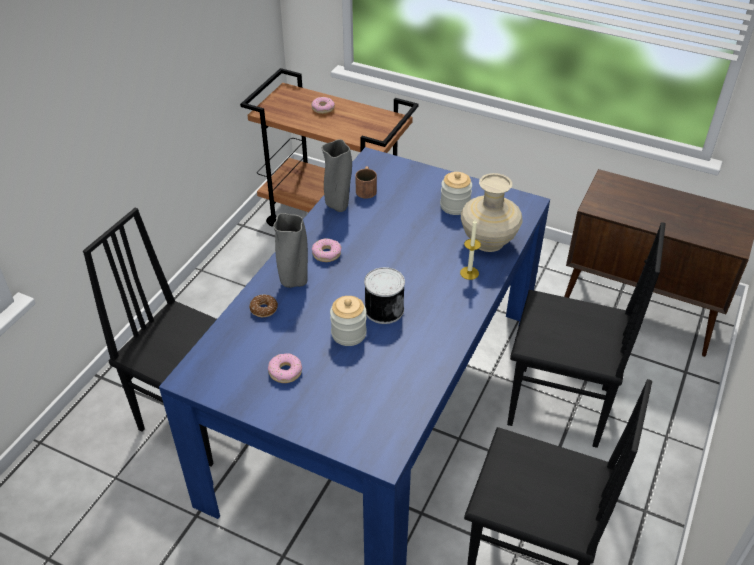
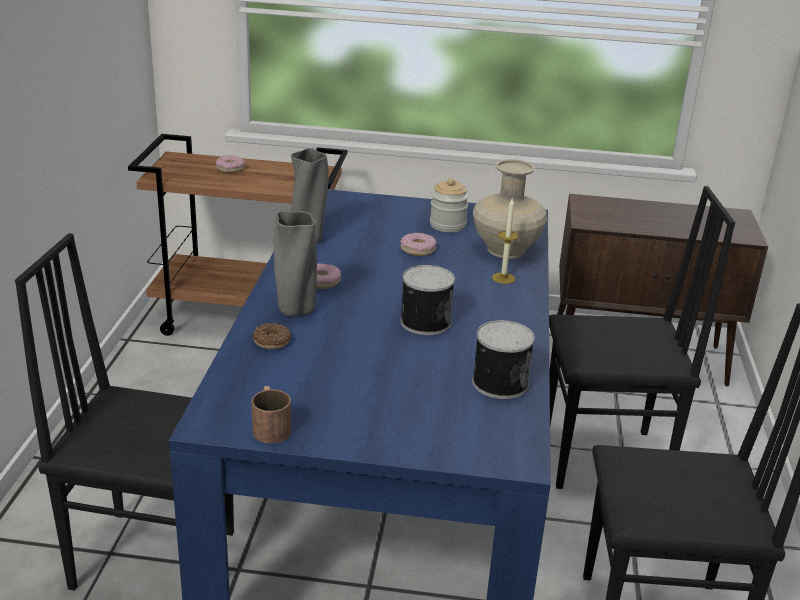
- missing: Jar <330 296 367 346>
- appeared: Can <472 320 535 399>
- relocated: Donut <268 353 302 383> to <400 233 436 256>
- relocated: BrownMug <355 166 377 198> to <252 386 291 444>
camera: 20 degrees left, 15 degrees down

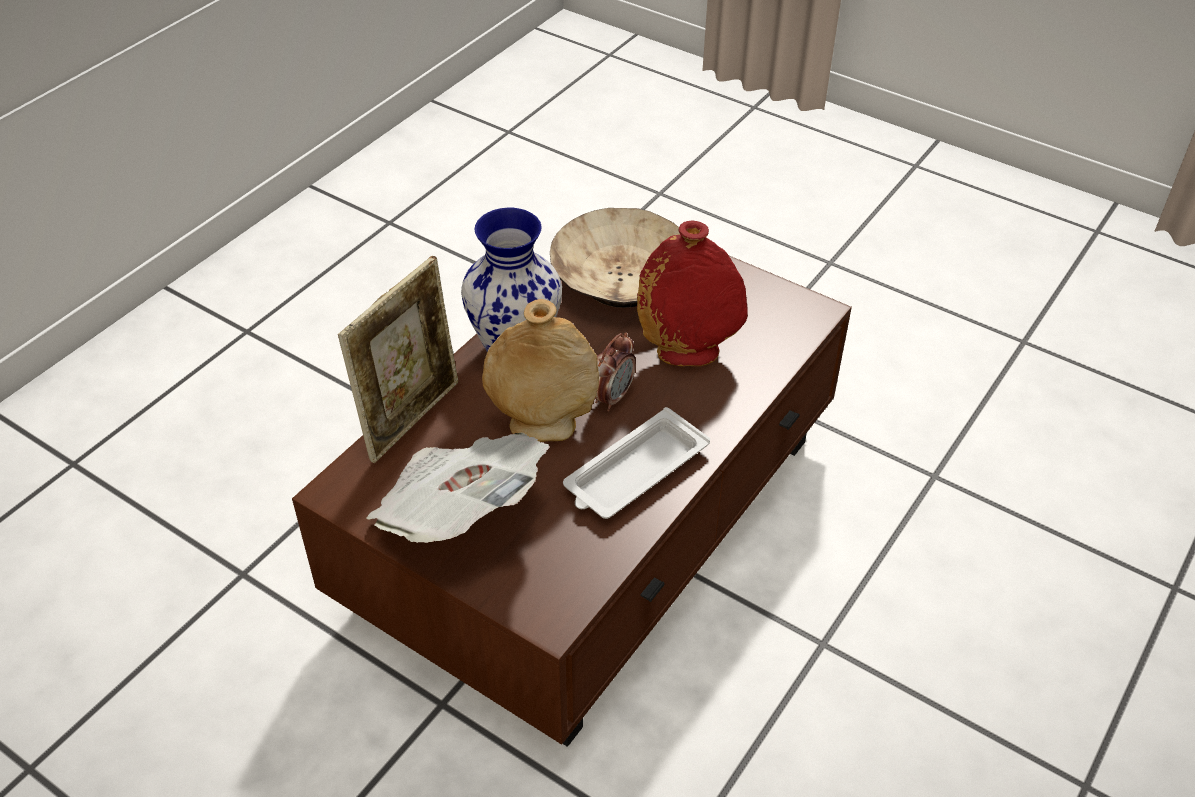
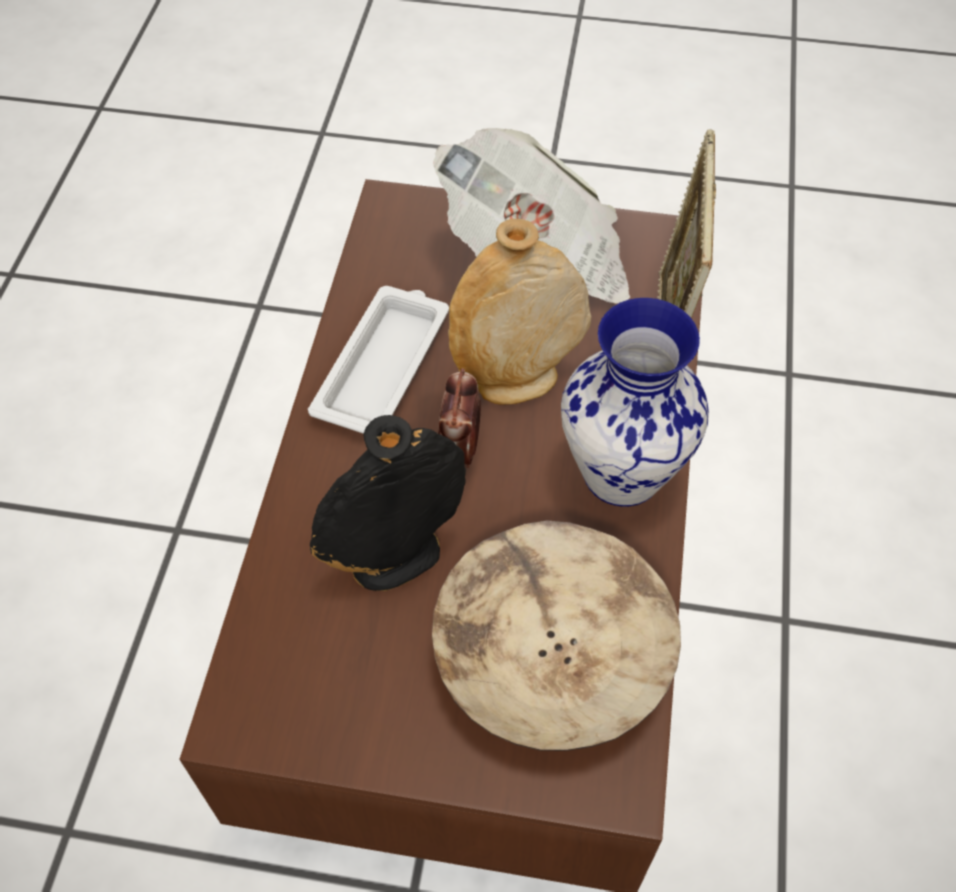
- colour: RedVase <637 220 748 366> to BlackVase <310 415 466 591>
camera: 155 degrees right, 10 degrees up

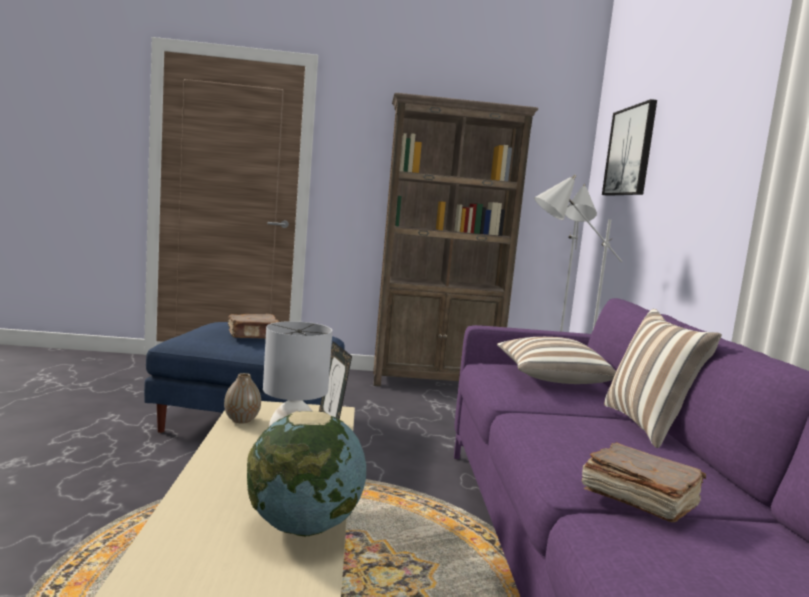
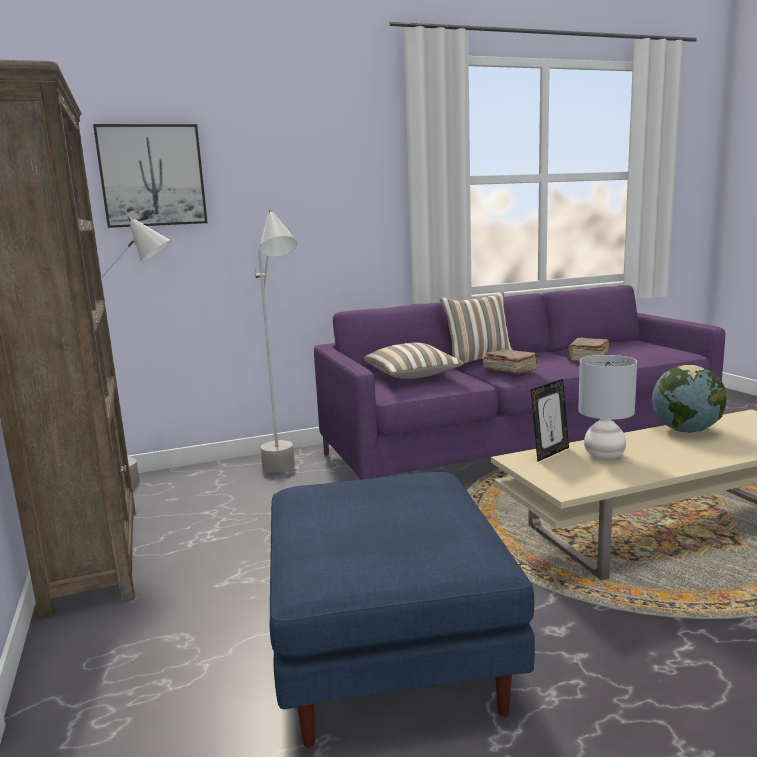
- missing: Vase <224 373 261 423>
- relocated: BrownBook <228 314 279 339> to <483 349 539 374>
camera: 105 degrees left, 5 degrees up

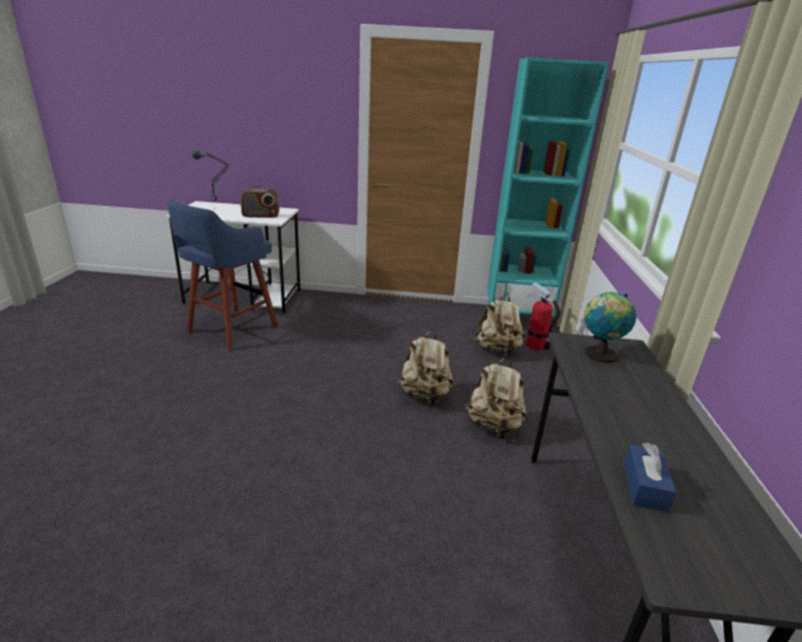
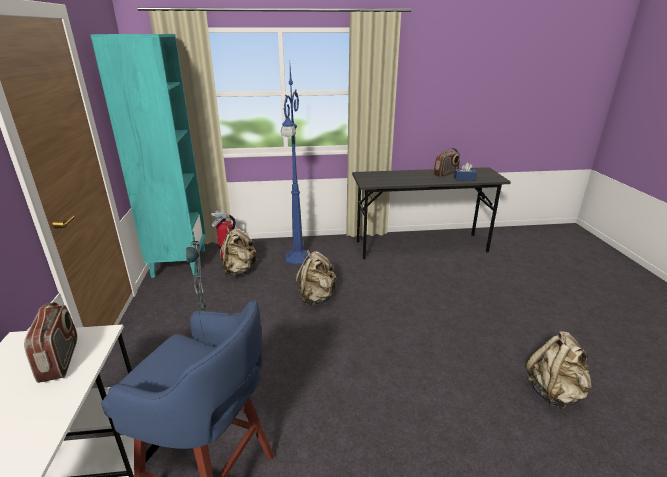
- missing: Globe <584 292 637 363>
- appeared: BlueFloorLamp <281 67 311 265>
- appeared: Radio <433 148 460 177>
- relocated: BeigeBackpack <465 357 527 438> to <526 331 592 409>
camera: 100 degrees left, 0 degrees up

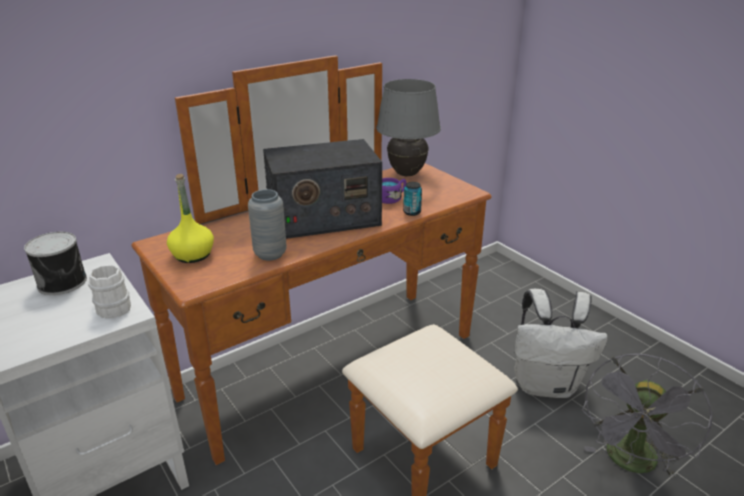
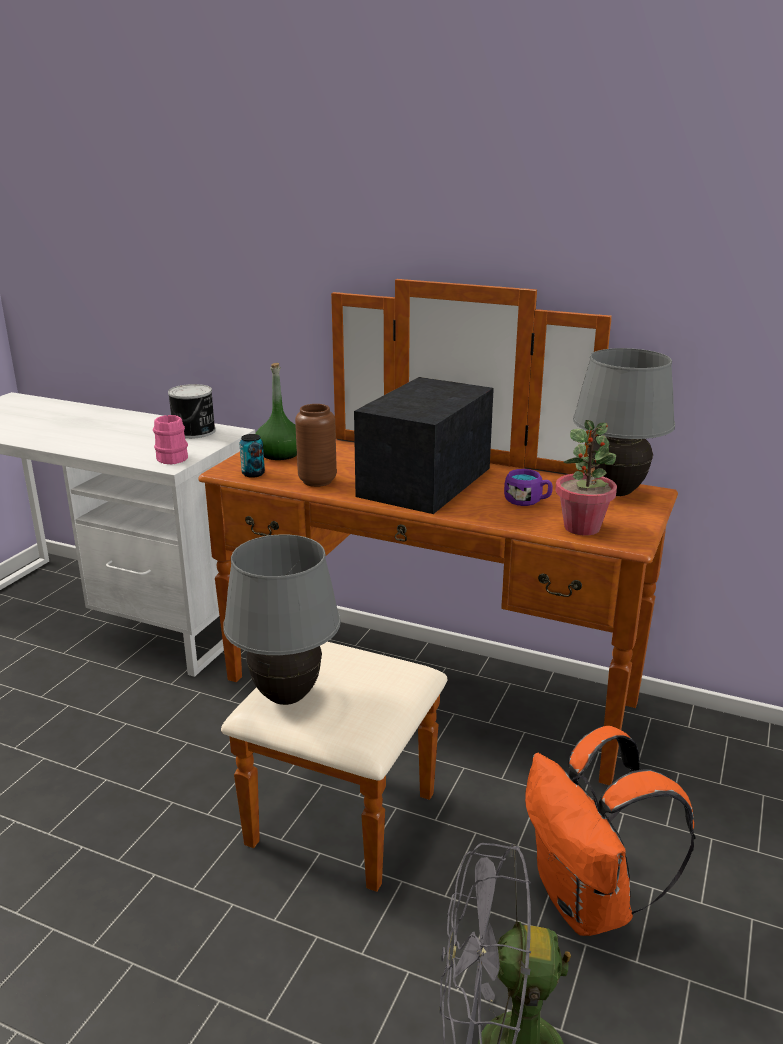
- appeared: GreyTableLamp <223 534 341 705>
- appeared: PottedPlant <555 420 617 536>
- relocated: Can <403 182 422 216> to <239 434 265 478>
- colour: WhiteMug <88 265 131 318> to PinkMug <153 415 188 464>
- colour: YellowBottle <167 174 214 263> to GreenBottle <256 363 297 460>
- colour: GreyVase <248 189 287 261> to BrownVase <295 404 337 487>
- colour: WhiteBackpack <514 289 608 398> to OrangeBackpack <525 726 695 936>
- spun: Radio <263 139 382 239> = <354 377 494 514> 75 degrees clockwise
camera: 60 degrees right, 5 degrees down

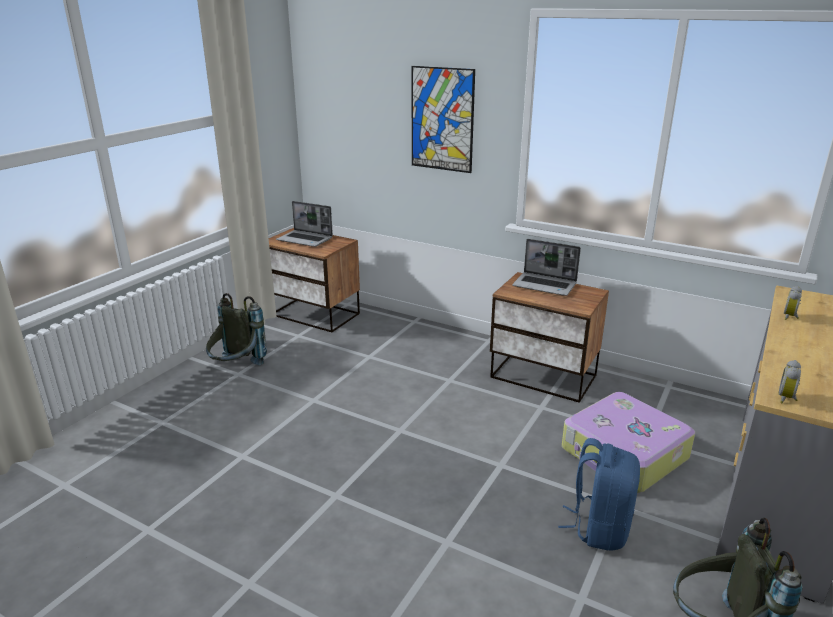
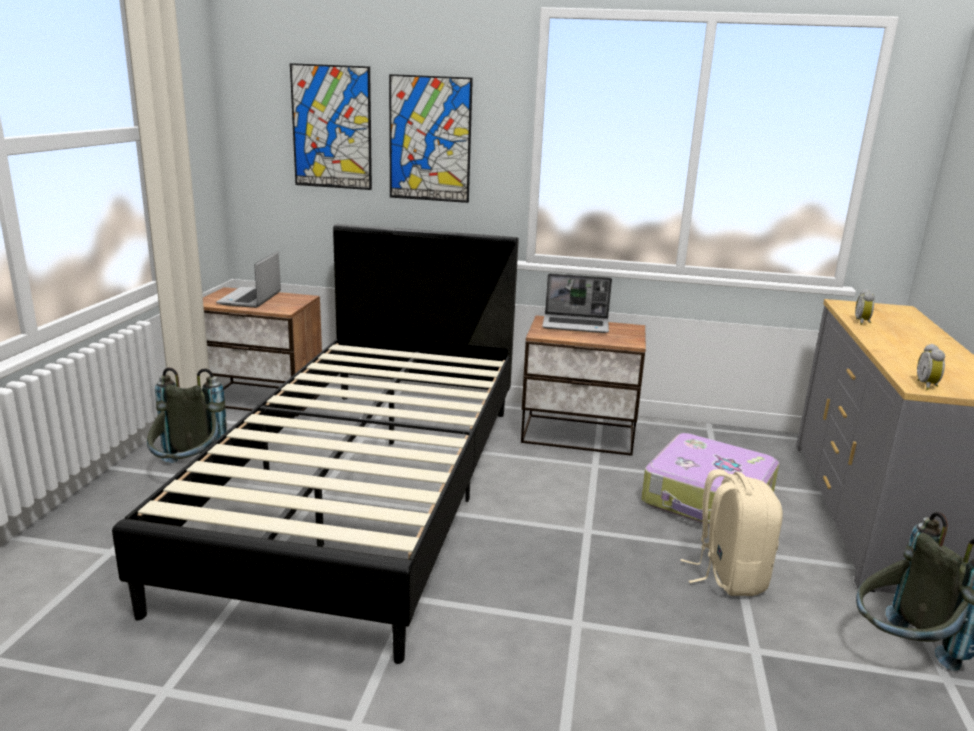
- appeared: BlackBed <112 224 519 664>
- appeared: Picture <290 63 372 190>
- colour: BlueBackpack <558 438 640 551> to BeigeBackpack <681 469 783 596>
- spun: Laptop <276 201 333 247> = <216 251 281 308> 90 degrees clockwise
camera: 20 degrees left, 5 degrees down

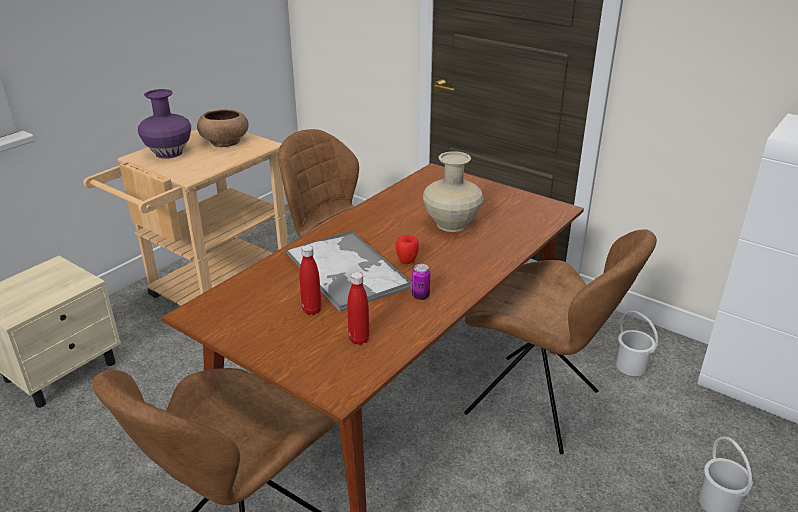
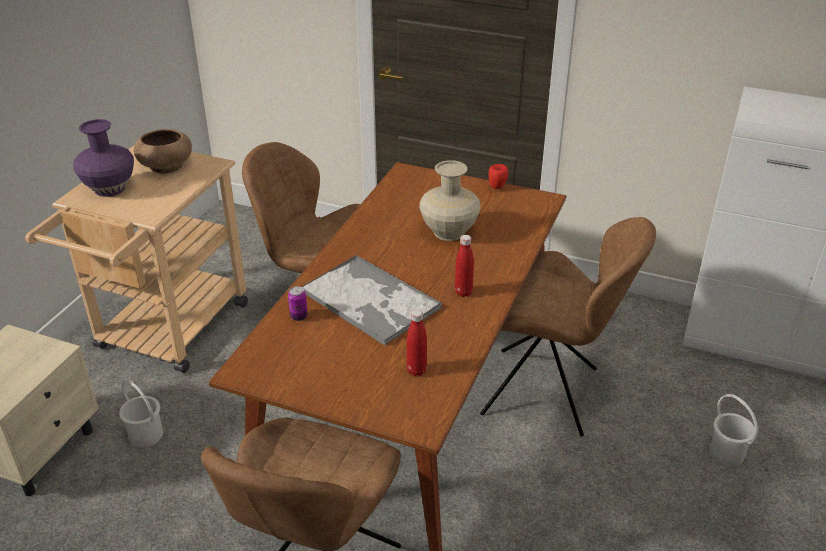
- relocated: RedBottle <299 245 322 315> to <455 235 474 297>
- relocated: Apple <396 235 419 264> to <488 164 508 189>
- relocated: Can <412 264 430 300> to <288 286 308 321>
- relocated: WhiteBucket <616 311 658 376> to <119 379 163 447>
camera: 15 degrees left, 5 degrees up

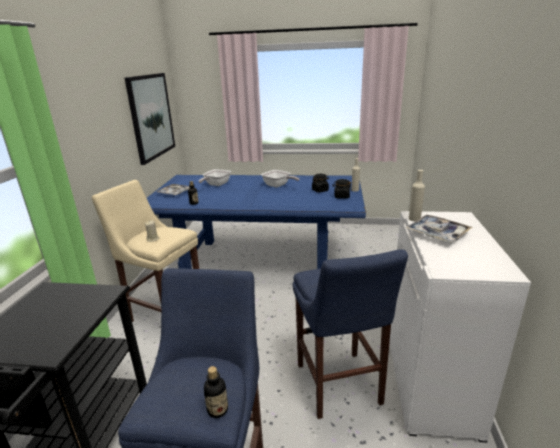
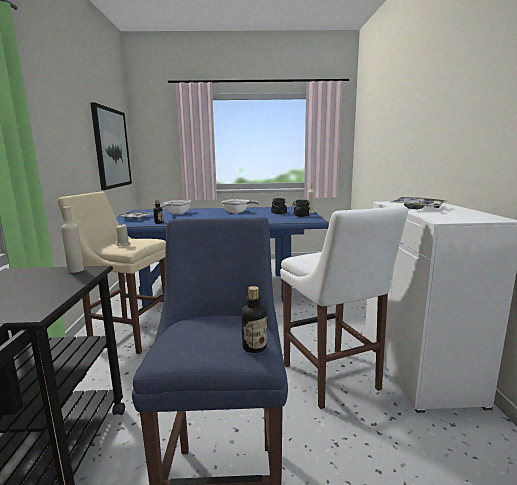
- relocated: BeigeBottle <409 170 425 221> to <61 207 84 273>
- colour: BlueStool <293 249 408 419> to WhiteStool <280 205 408 409>
camera: 10 degrees left, 10 degrees down

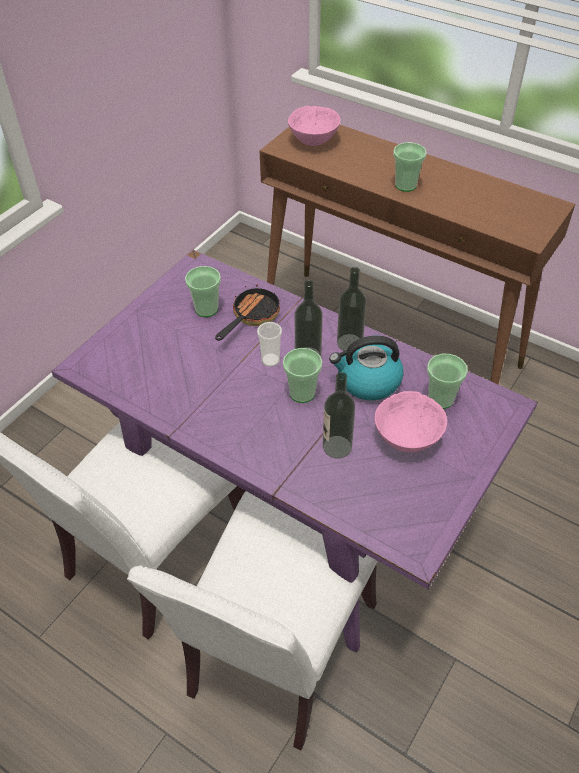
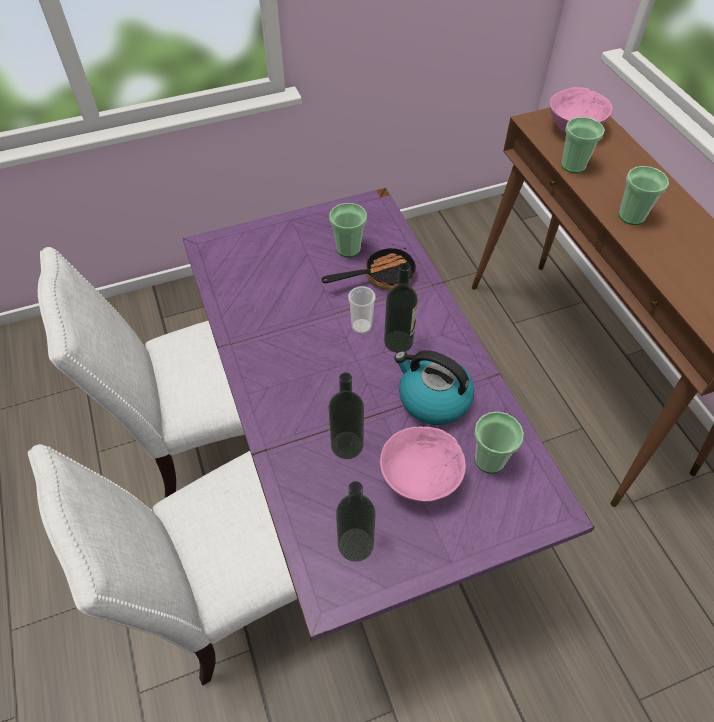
- relocated: Cup <283 348 322 403> to <561 117 605 173>
- relocated: Bottle <337 267 367 351> to <336 481 376 562>
camera: 35 degrees right, 5 degrees up

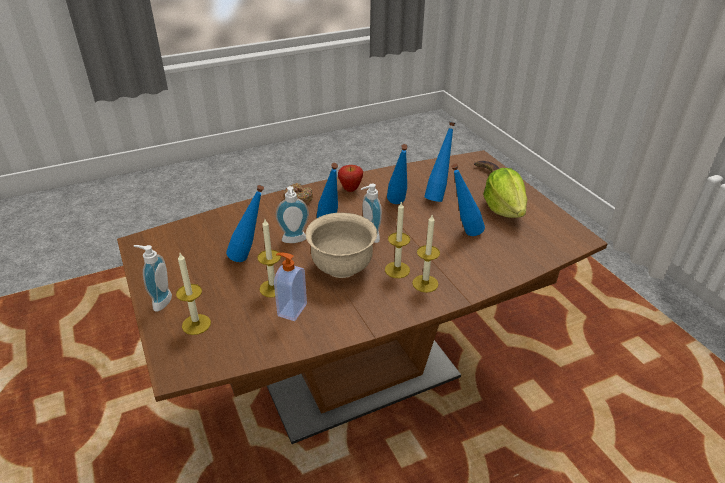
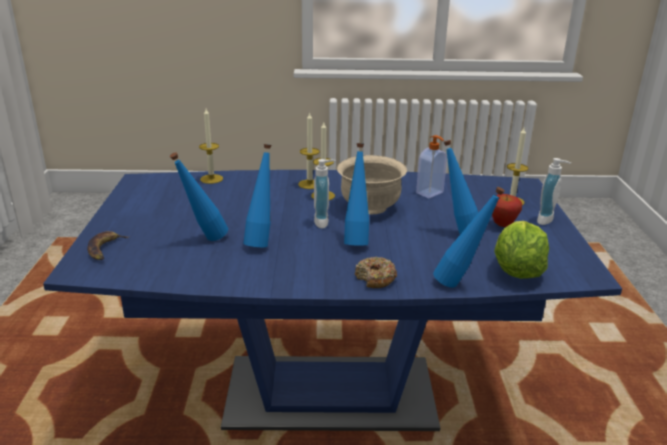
- missing: SoapDispenser <276 186 309 243>
- relocated: Candle <257 219 281 298> to <199 108 223 184>
- relocated: Apple <338 165 363 192> to <492 194 522 227>
- relocated: BlueBottle <451 164 485 236> to <433 187 505 288>
- relocated: Lettuce <483 168 527 218> to <494 221 549 279>
- colour: BrownDiningTable <117 150 608 444> to BlueDiningTable <43 170 622 431>
camera: 155 degrees left, 10 degrees down

